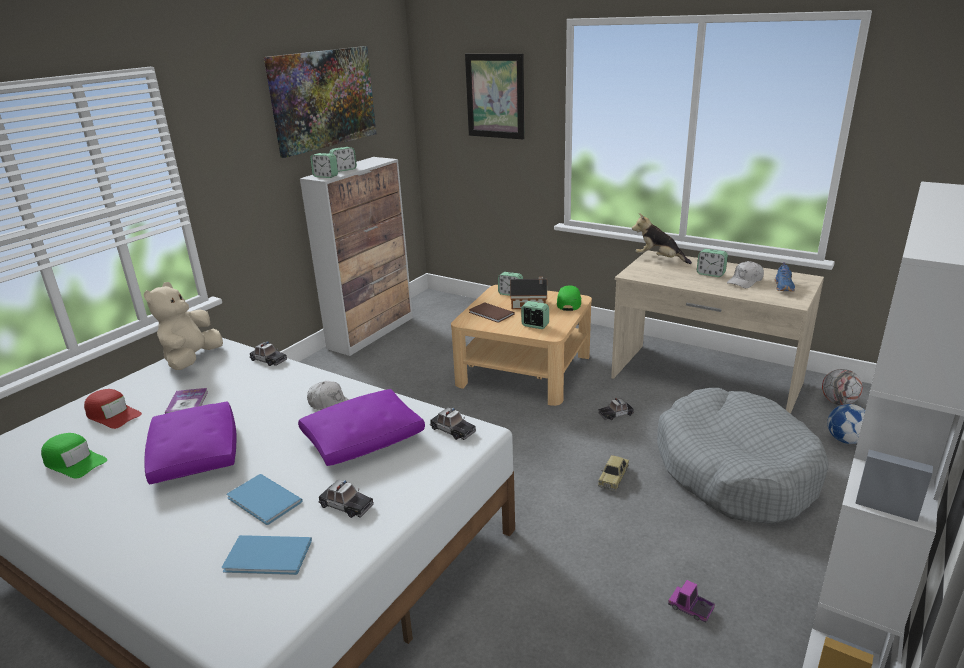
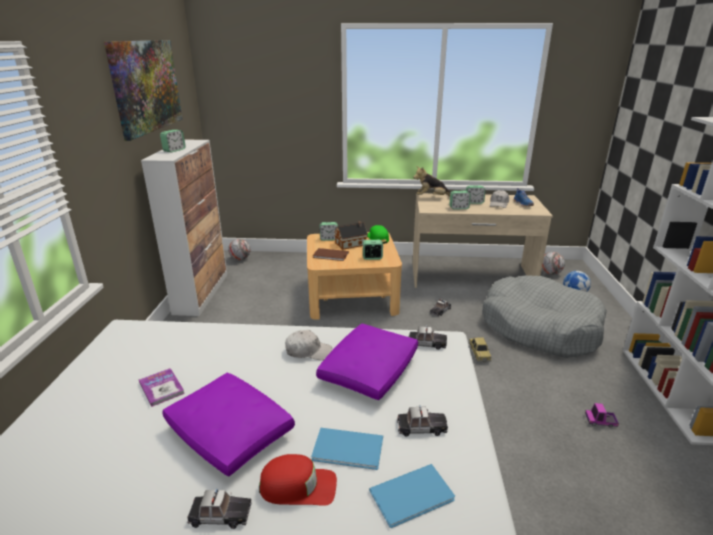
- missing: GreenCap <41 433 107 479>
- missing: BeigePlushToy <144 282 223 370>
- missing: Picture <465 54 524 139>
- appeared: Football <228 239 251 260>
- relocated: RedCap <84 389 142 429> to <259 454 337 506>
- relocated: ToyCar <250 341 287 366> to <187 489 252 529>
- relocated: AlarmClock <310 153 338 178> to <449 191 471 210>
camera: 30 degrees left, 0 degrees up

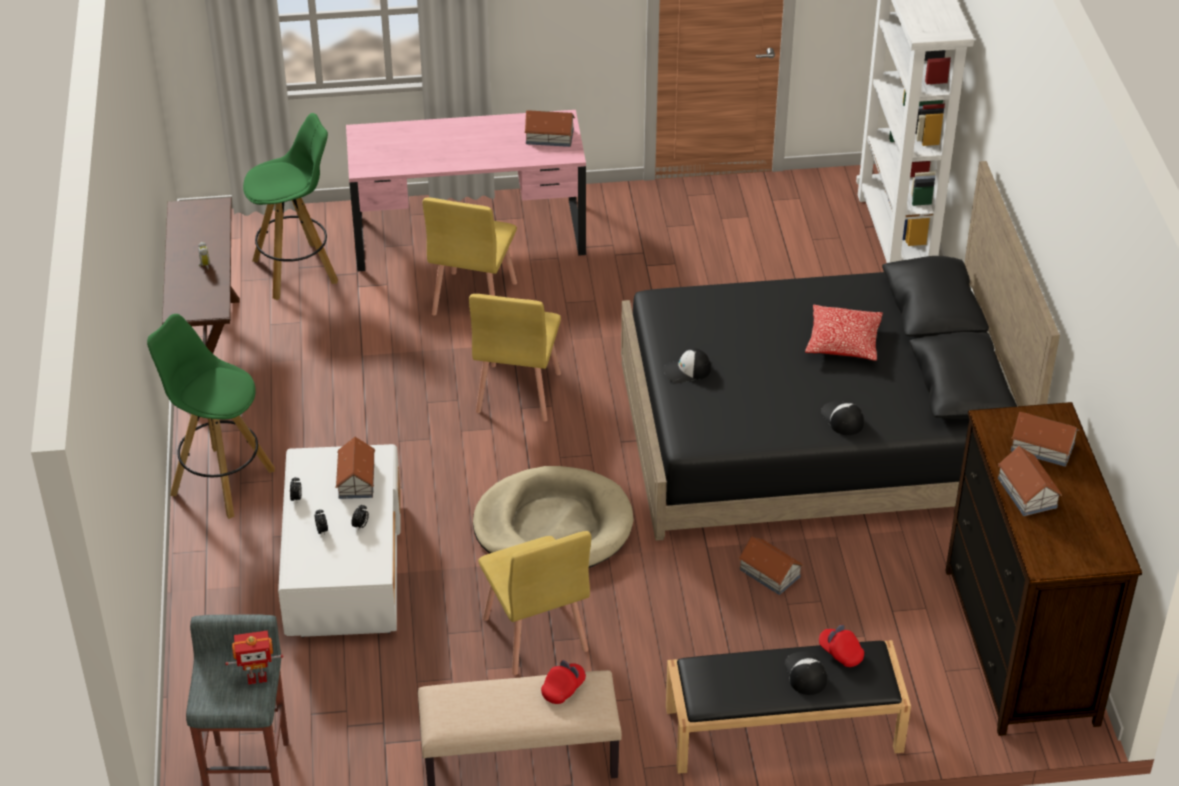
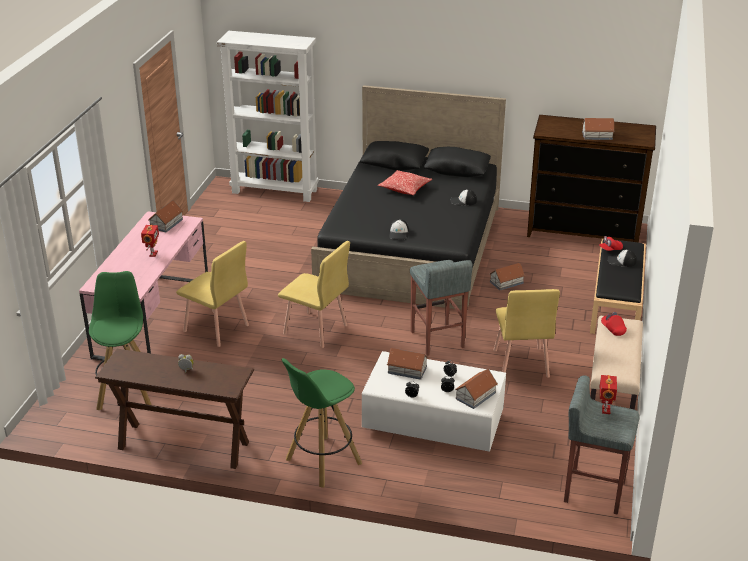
- appeared: ToyRobot <141 225 159 257>
- relocated: ToyHouse <1011 412 1080 467> to <455 369 498 409>
- exchanged: BeigeDogBed <473 466 634 568> to GreyStool <410 260 473 356>
- spun: YellowChair <478 531 591 675> = <493 289 560 378> 90 degrees clockwise
camera: 70 degrees left, 10 degrees down

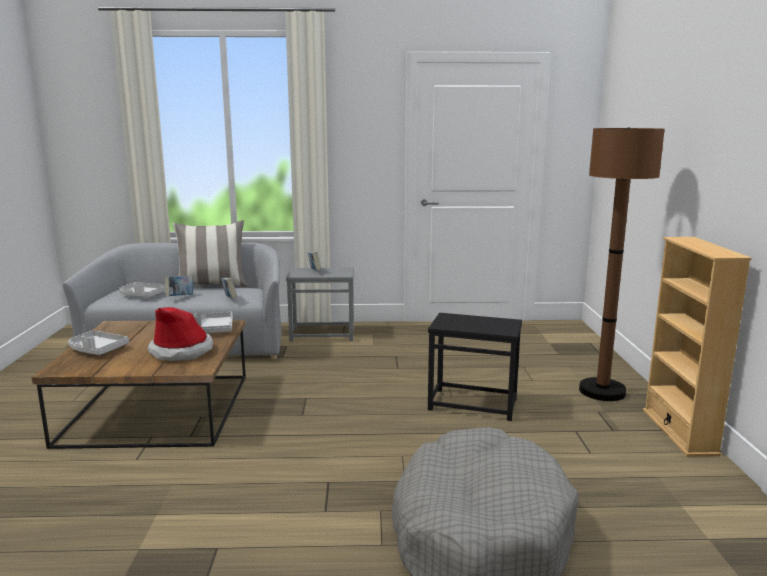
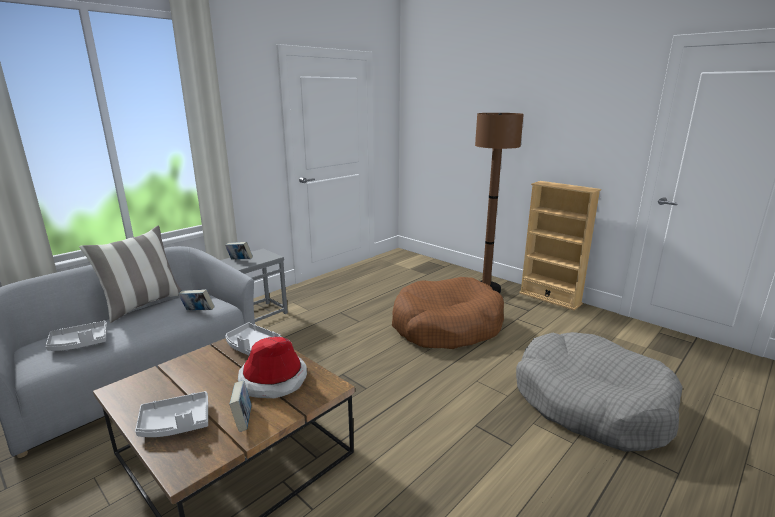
- relocated: Book <165 276 193 296> to <229 380 251 432>
- exchanged: BlackSideTable <428 313 522 421> to BrownDogBed <392 277 504 349>
camera: 45 degrees left, 5 degrees up

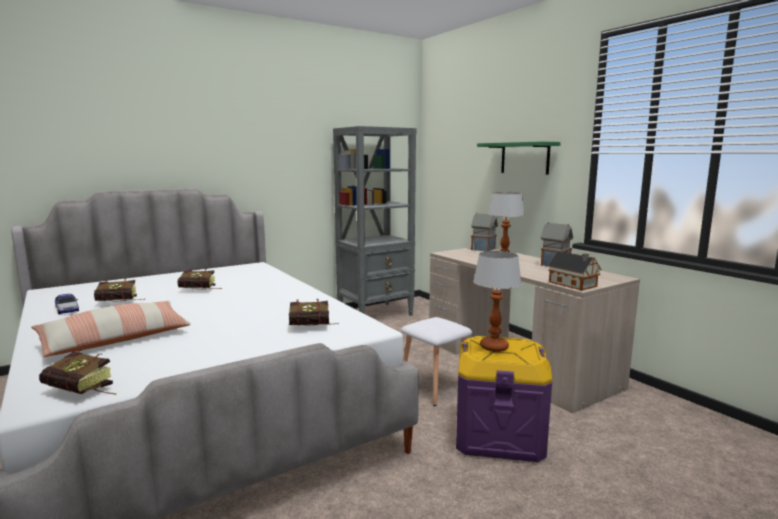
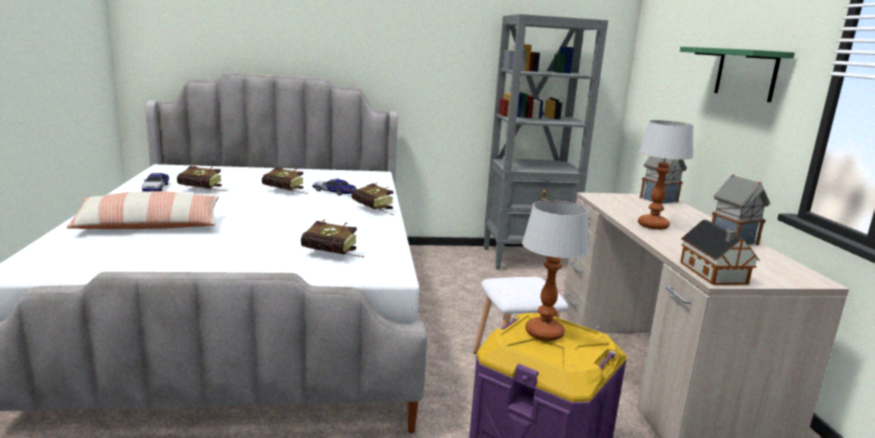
- appeared: ToyCar <312 178 356 195>
- relocated: Book <39 349 117 395> to <352 183 394 216>
camera: 25 degrees right, 5 degrees up

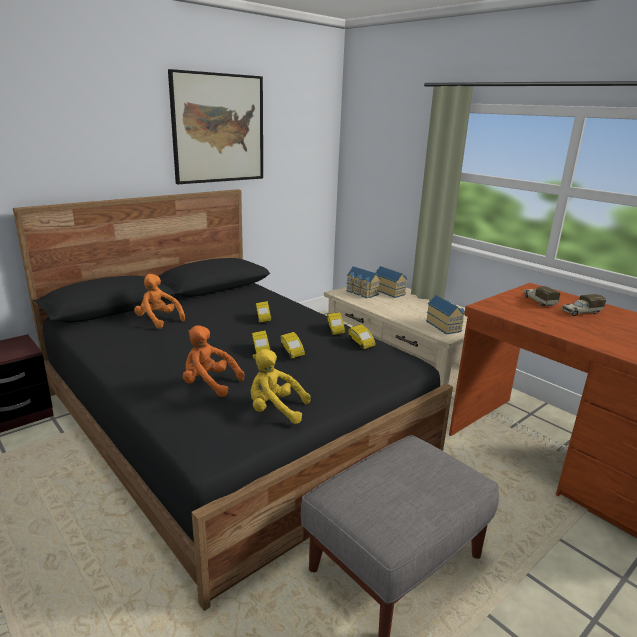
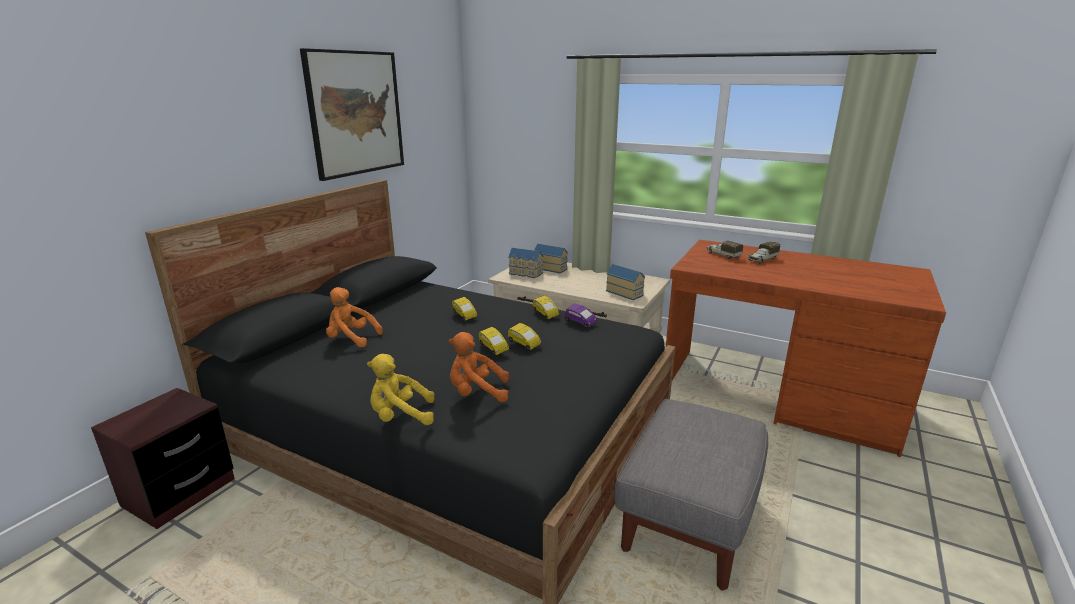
- relocated: YellowPlushToy <251 349 311 424> to <367 354 435 425>
- colour: YellowToyCar <348 324 376 350> to PurpleToyCar <565 304 597 328>
camera: 20 degrees left, 0 degrees up

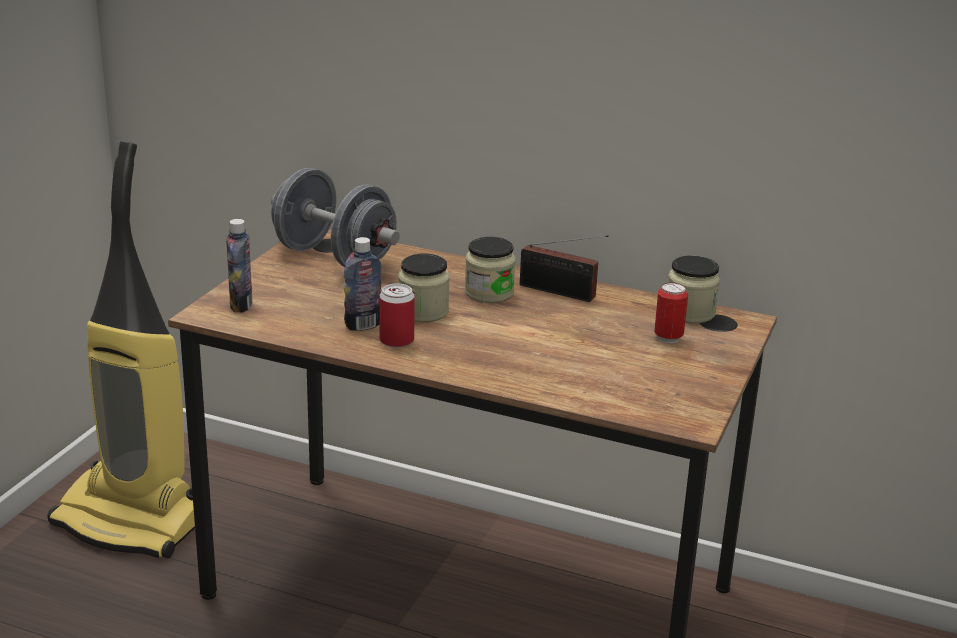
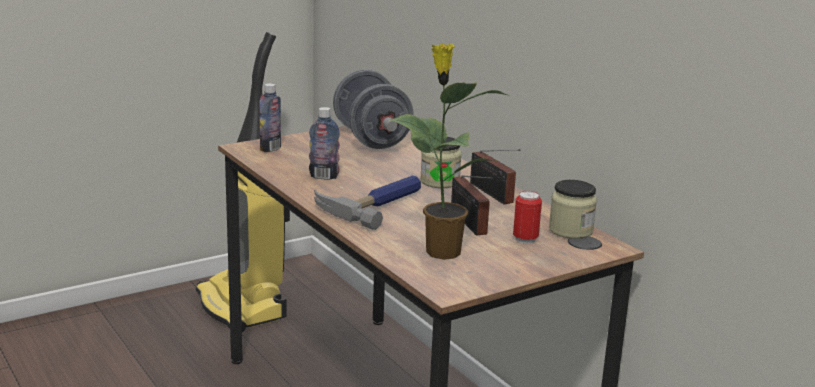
- missing: Can <379 283 415 348>
- missing: Jar <398 254 450 322>
- appeared: Hammer <314 176 421 230>
- appeared: PottedPlant <390 43 507 260>
- appeared: Radio <451 175 493 236>
camera: 35 degrees right, 5 degrees down

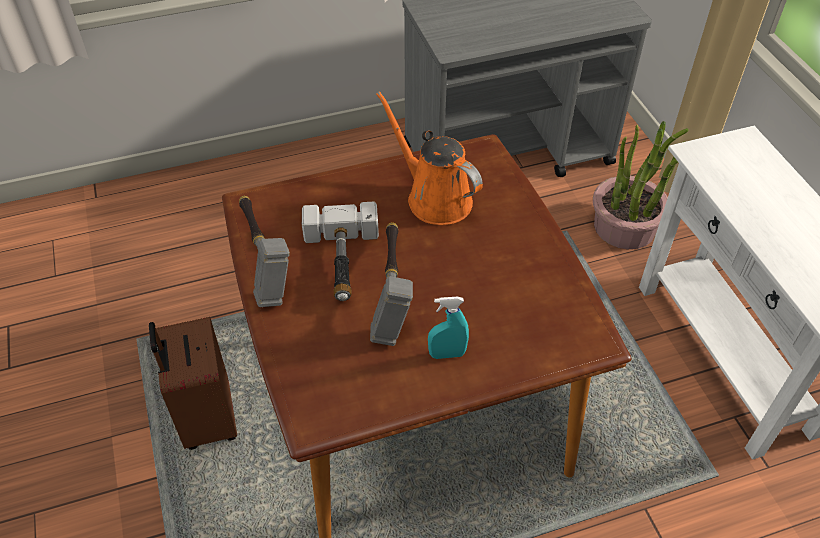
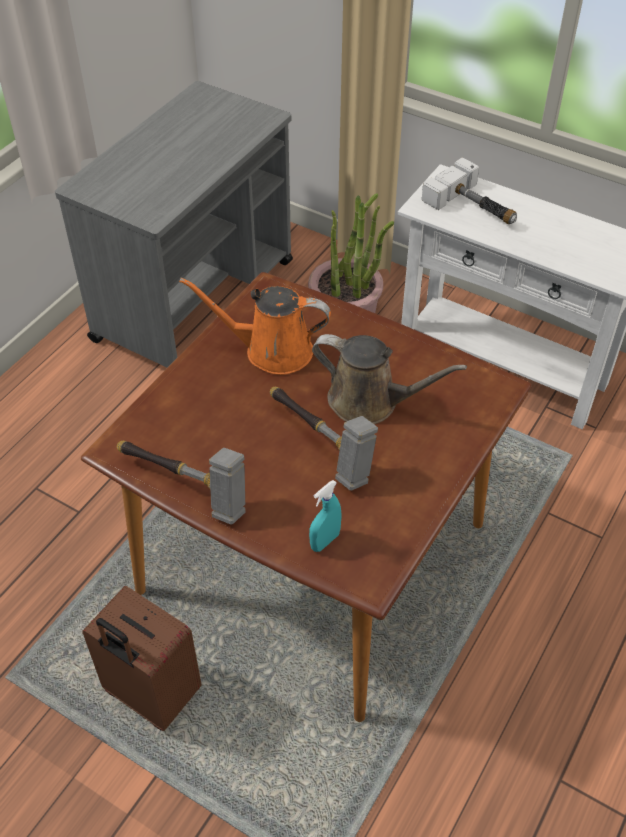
- appeared: BrownWateringCan <312 334 467 424>
- relocated: Hammer <302 201 379 301> to <422 157 517 224>
- relocated: TurquoiseSprayBottle <428 296 469 359> to <309 480 342 552>
camera: 40 degrees left, 0 degrees up

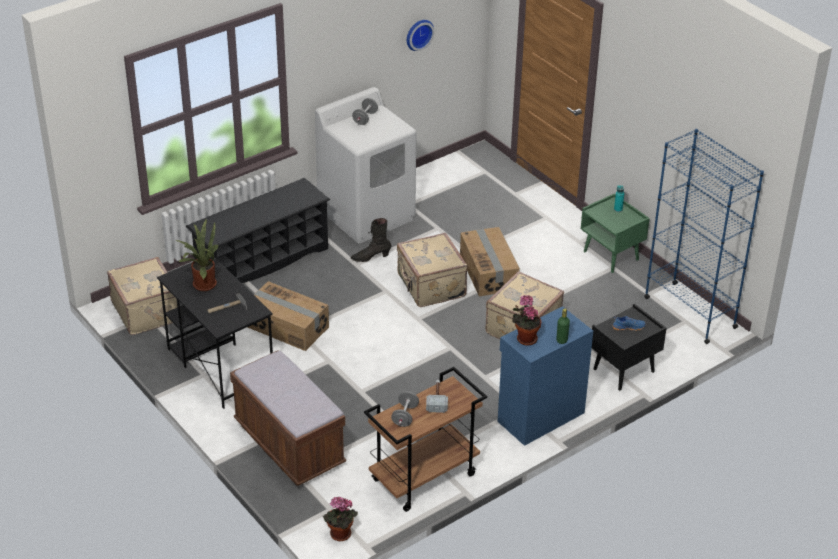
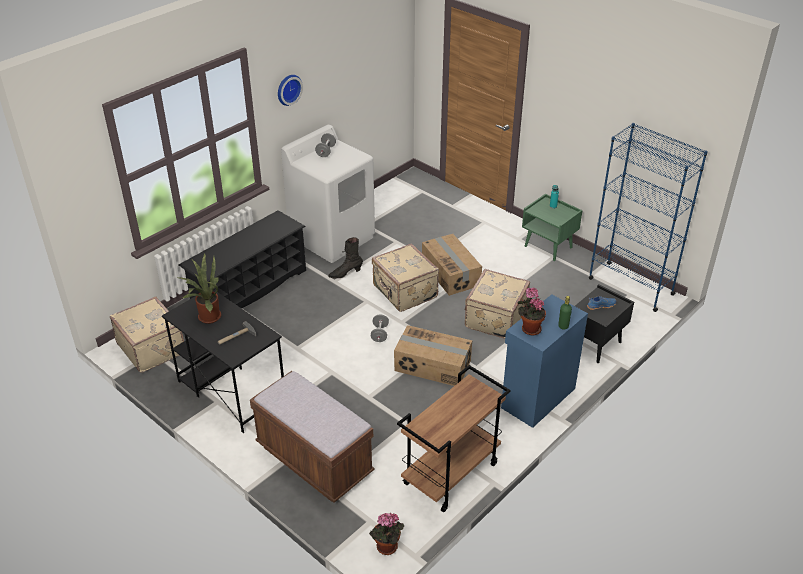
- missing: Hammer <426 380 448 413>
- relocated: CardboardBox <248 281 329 351> to <394 325 472 386>
- relocated: GreyDumbbell <391 391 419 427> to <371 315 389 342>
- relocated: WallClock <407 20 435 51> to <278 75 303 106>
camera: 10 degrees left, 0 degrees up

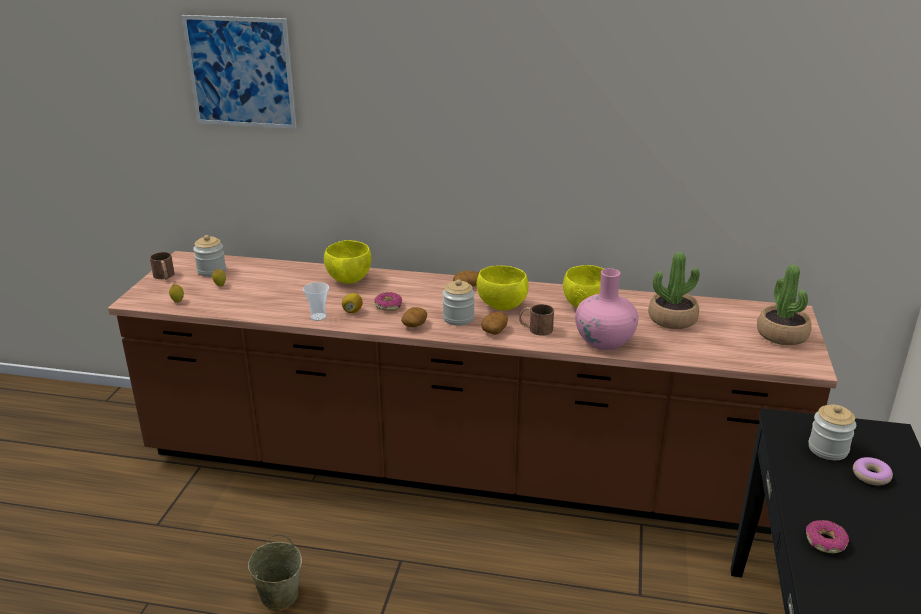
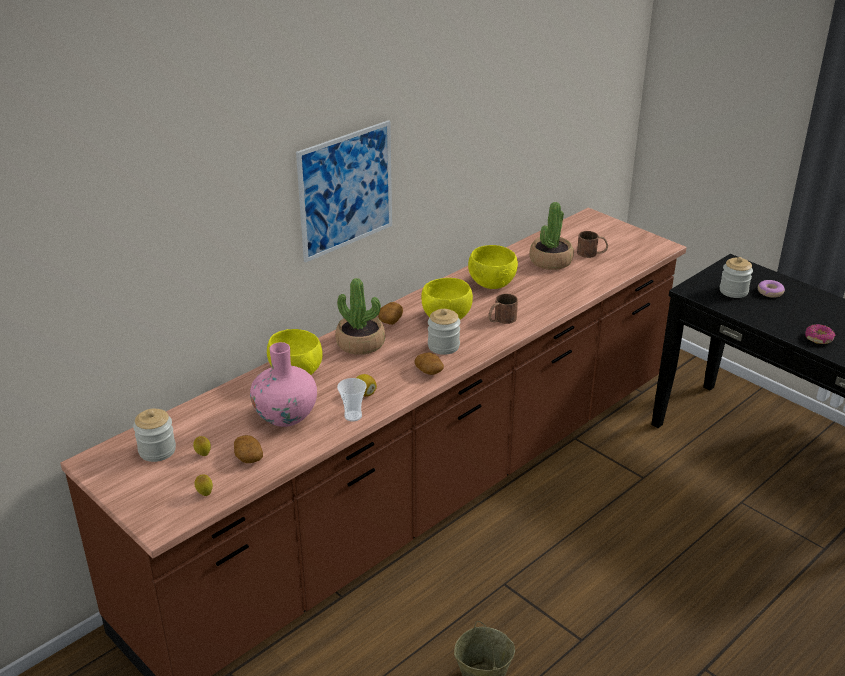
- missing: Donut <374 292 402 311>
- relocated: BrownMug <150 252 175 280> to <577 231 608 258>
- relocated: Picture <182 15 296 129> to <296 120 392 263>
- relocated: Potato <481 312 508 335> to <234 435 263 463>
- relocated: PinkVase <575 268 639 350> to <250 342 317 427>
- relocated: PottedPlant <757 265 812 345> to <335 278 385 355>
camera: 55 degrees left, 5 degrees up

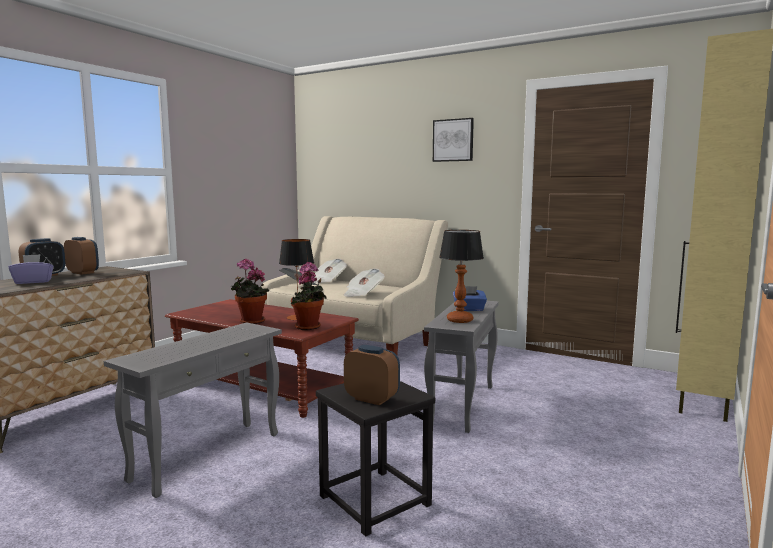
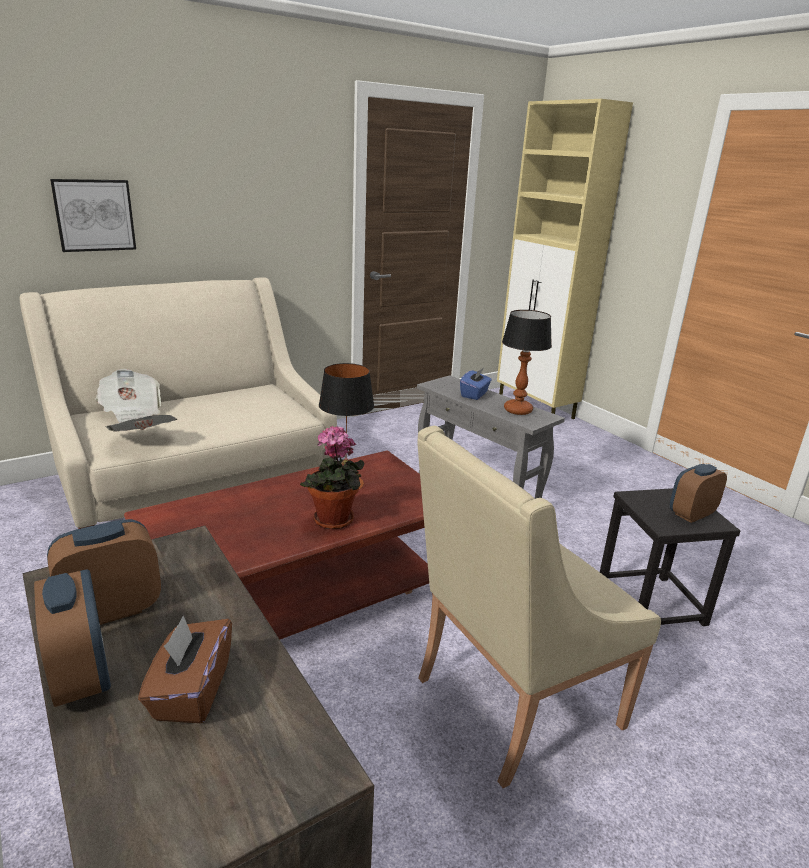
- missing: PottedPlant <291 262 327 330>
- missing: Newspaper <344 268 385 297>
- relocated: Picture <433 118 474 162> to <50 179 136 252>
- exchanged: GreySideTable <104 322 282 498> to BeigeArmchair <417 426 661 788>
- colour: PurpleTissueBox <9 254 54 284> to BrownTissueBox <138 616 232 723>
camera: 65 degrees left, 15 degrees up

